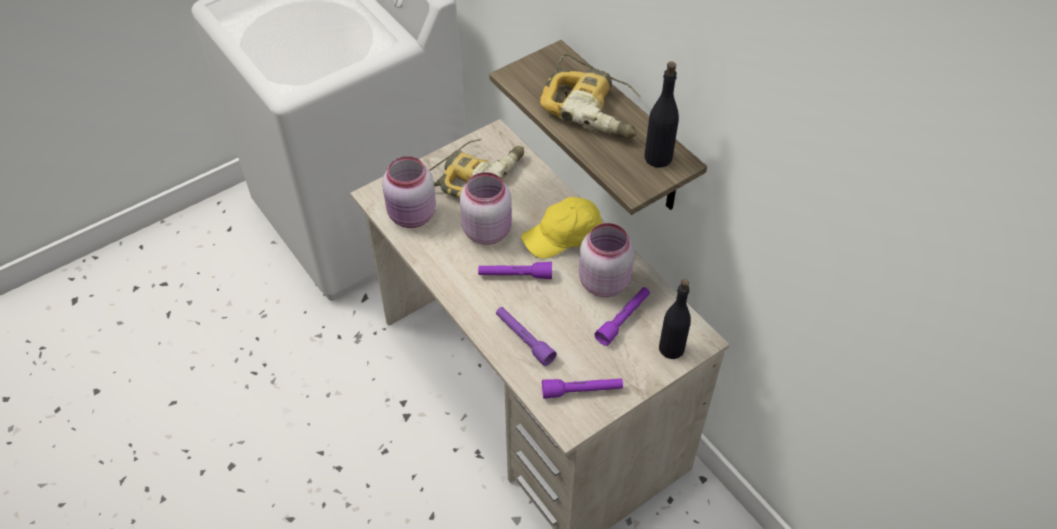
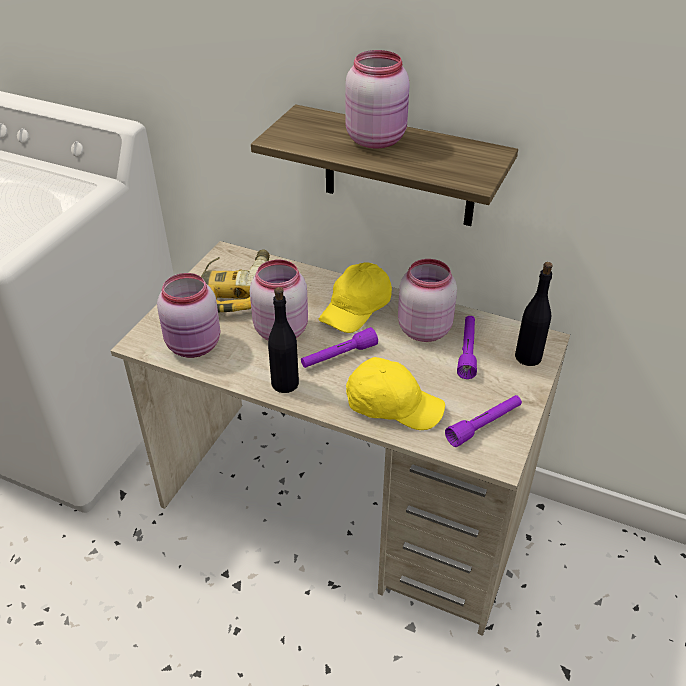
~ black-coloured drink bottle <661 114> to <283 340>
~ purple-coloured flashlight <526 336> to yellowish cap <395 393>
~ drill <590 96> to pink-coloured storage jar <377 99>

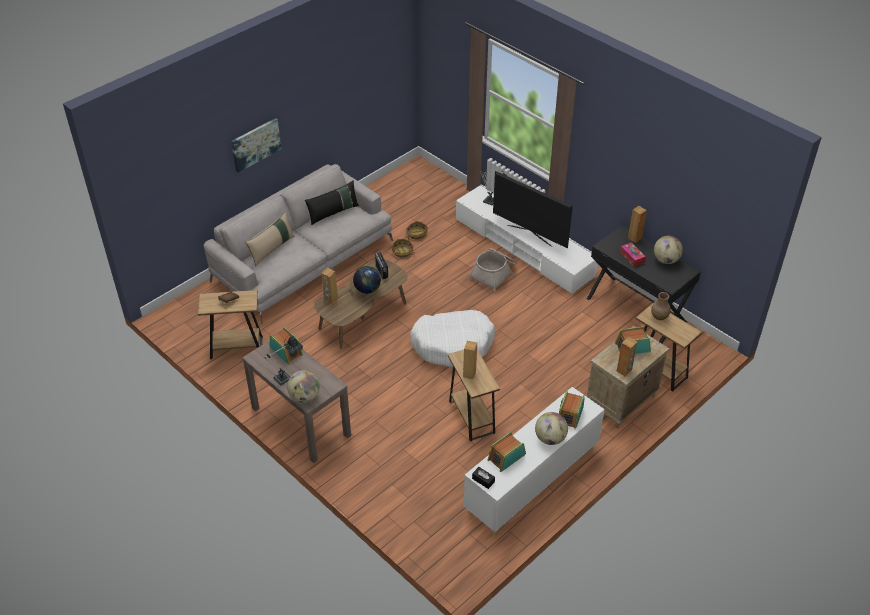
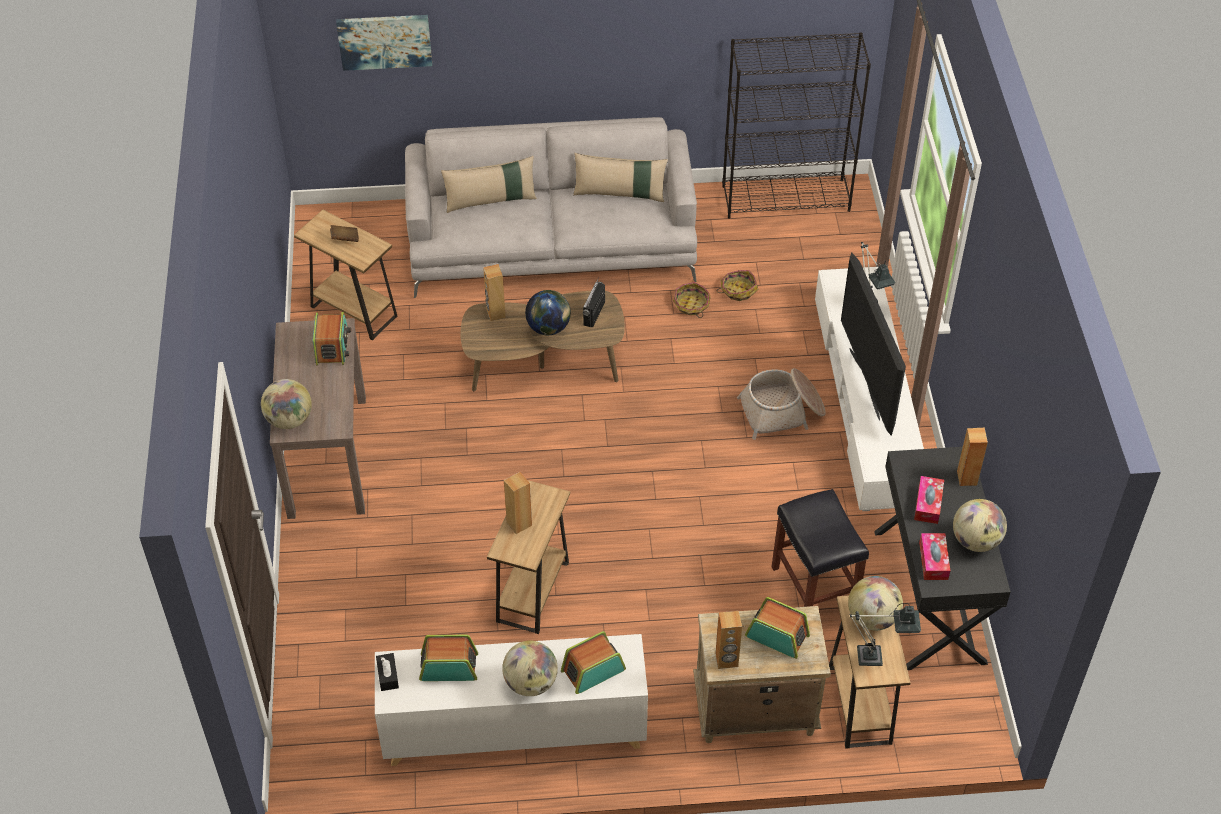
- white dog bed <452 338>
+ black-coloured bookshelf <796 125>
+ black-coloured stool seat <820 548>
+ tissue holder <934 556>
~ picture <256 145> to <384 43>
~ lamp for a table <283 360> to <885 634>
~ brown-coloured vase <661 306> to globe <875 603>
~ black-coloured cushion <332 202> to sand-coloured cushion <620 177>

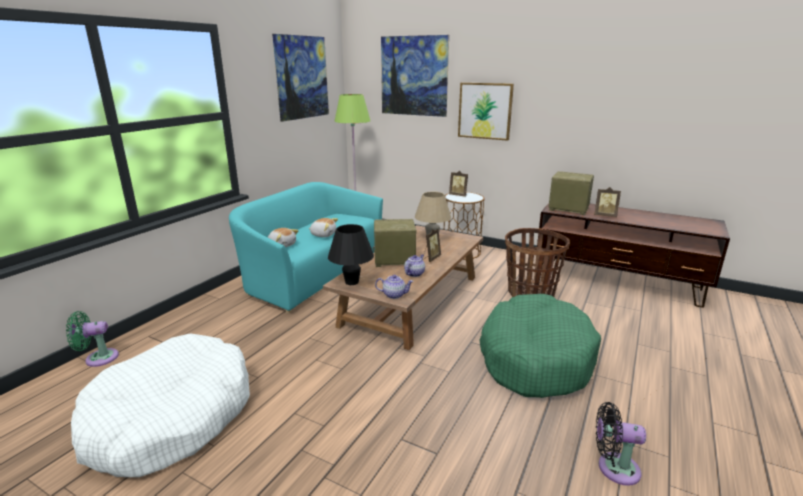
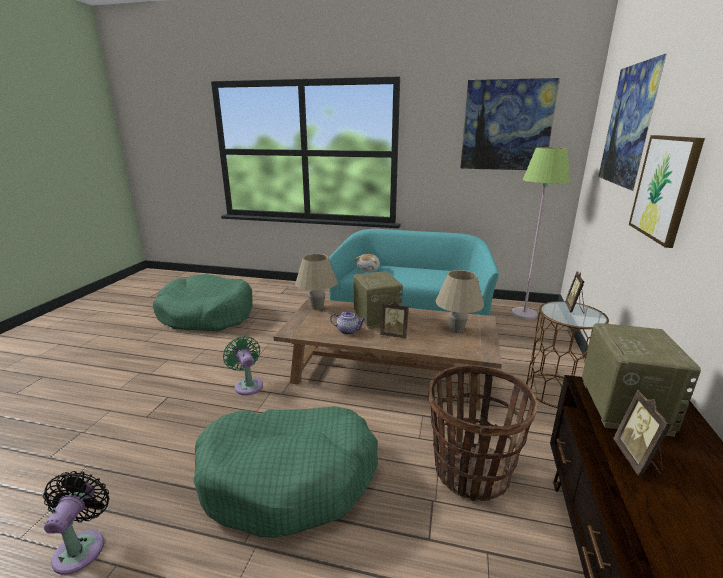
- soft toy <323 227>
- tea pot <394 287>
~ greenish fan <92 339> to <243 365>
~ white dog bed <160 405> to greenish dog bed <203 302>
~ black-coloured lamp for a table <351 254> to sand-coloured lamp for a table <316 282>

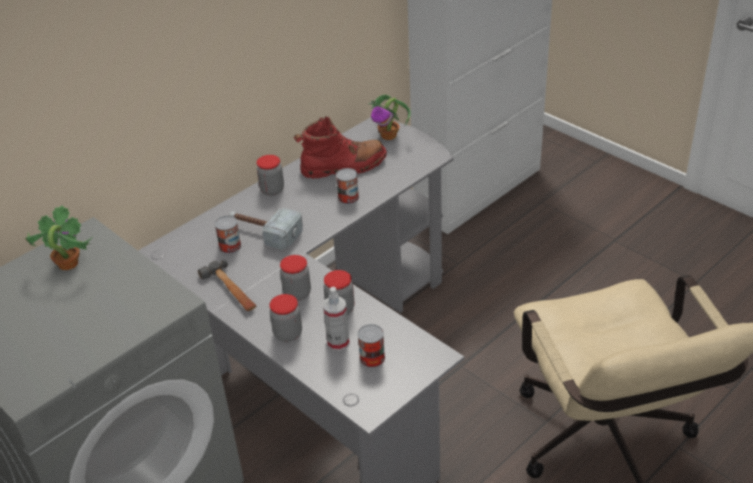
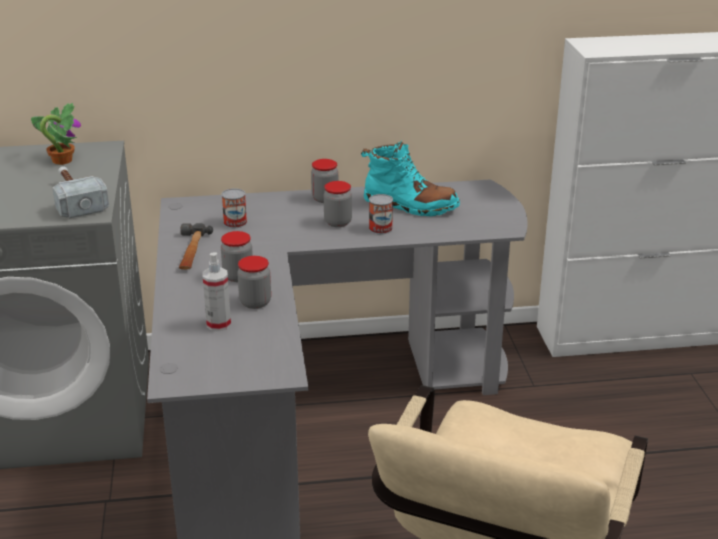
- can <371 346>
- plant in a pot <390 117>
~ tool hammer <266 229> to <81 192>
~ storage jar <286 318> to <338 204>
~ red high-top boot <340 147> to turquoise high-top boot <410 178>

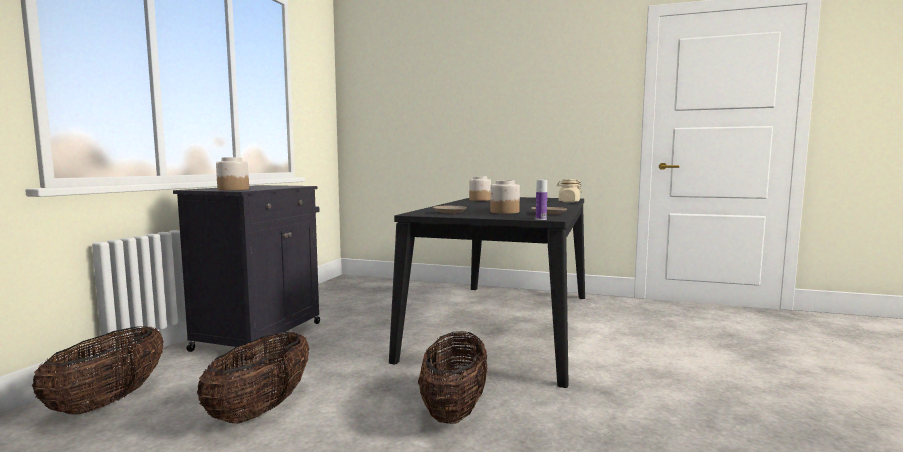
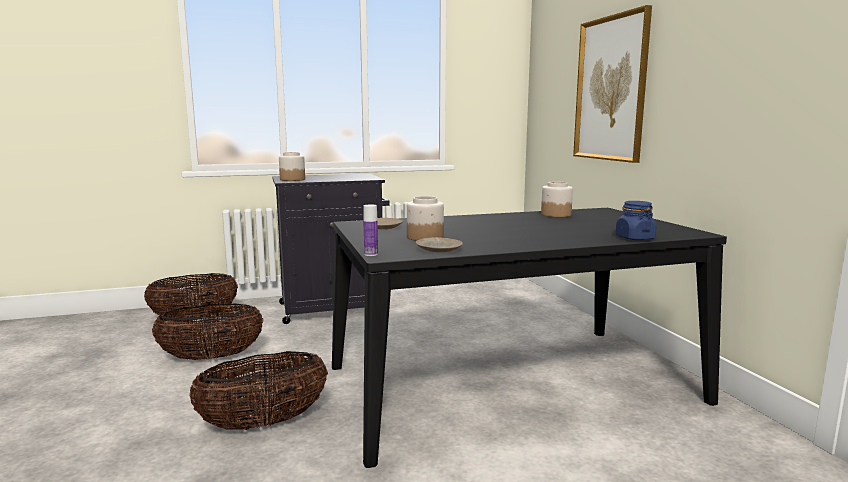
+ picture <612 84>
~ sand-coloured storage jar <569 190> to blue storage jar <636 220>

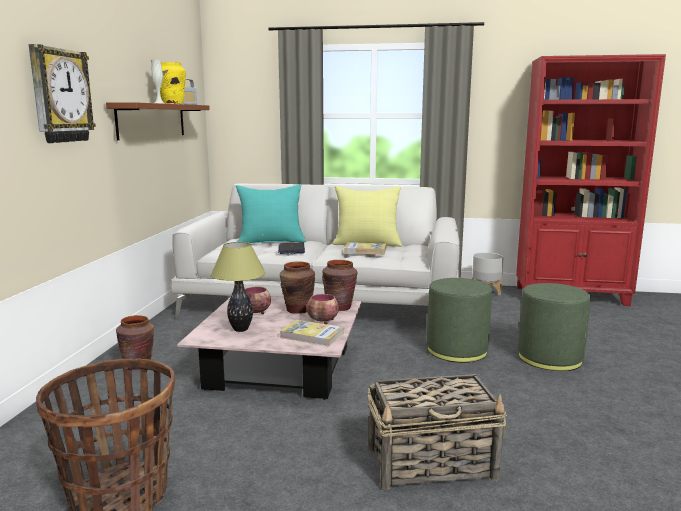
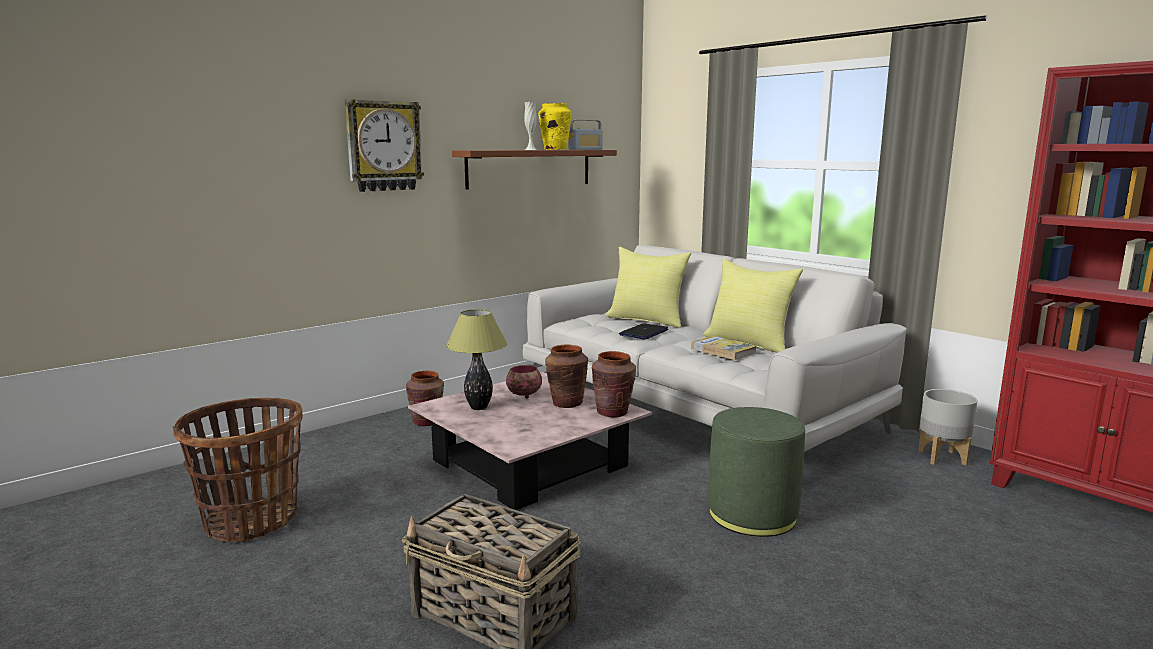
- book <312 333>
- bowl <323 309>
- greenish ottoman <554 327>
~ turquoise cushion <271 213> to yellowish cushion <648 287>

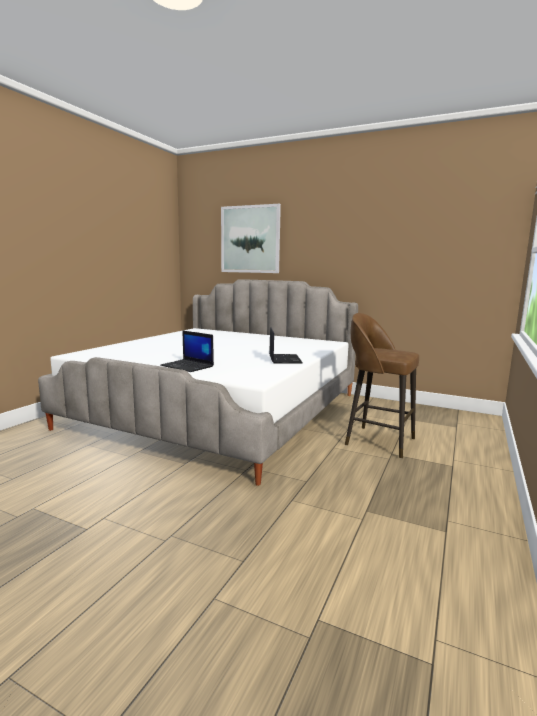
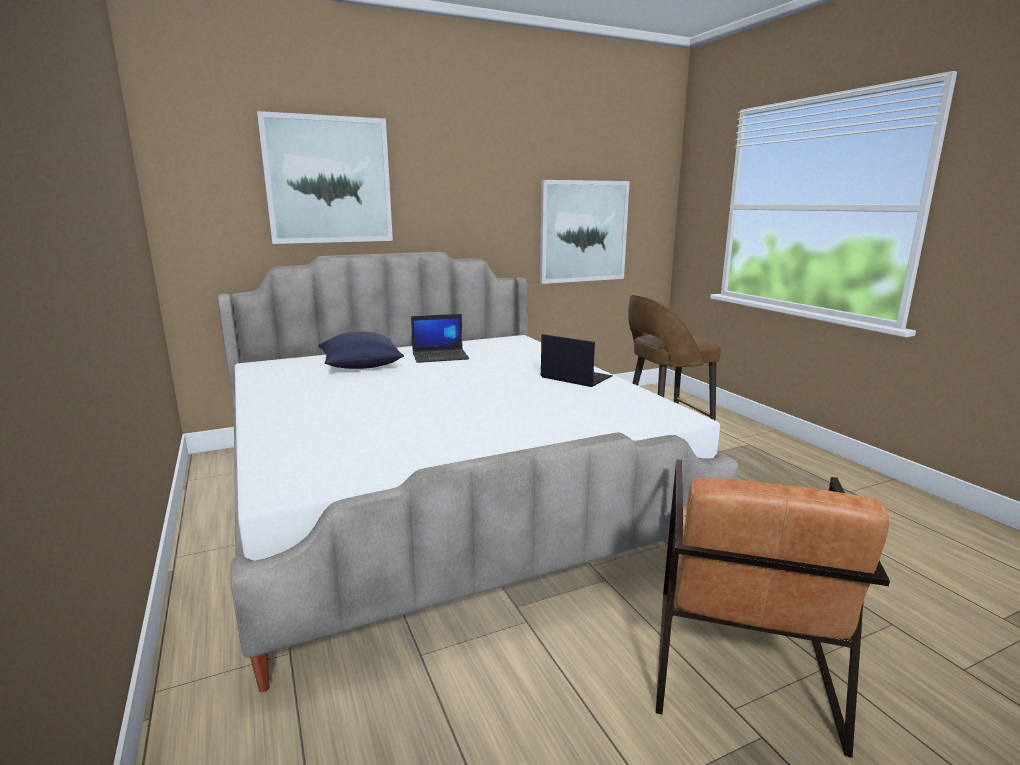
+ blue cushion <361 350>
+ picture <585 232>
+ brown-coloured armchair <773 608>
~ laptop <187 351> to <440 338>

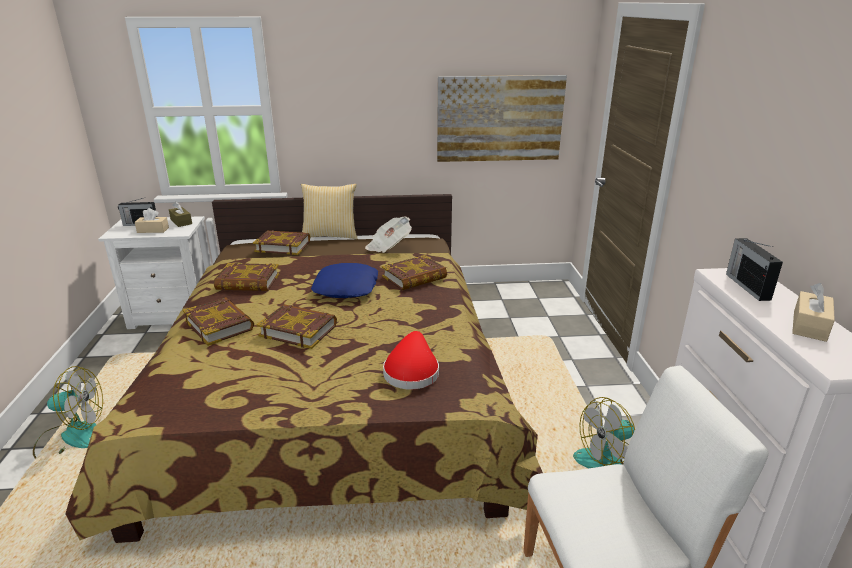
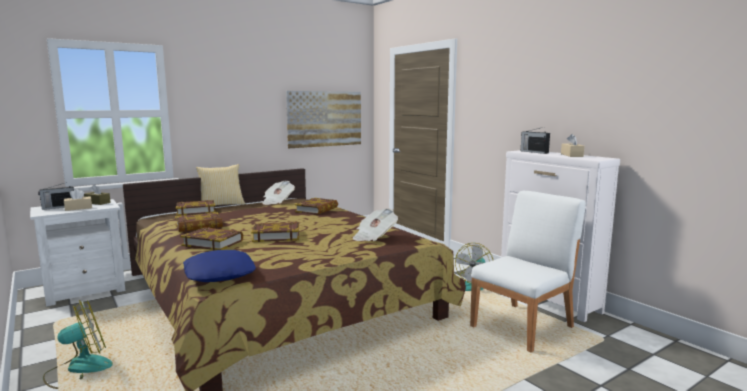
~ blue cushion <344 280> to <219 266>
~ red wearable hat <411 360> to newspaper <375 224>

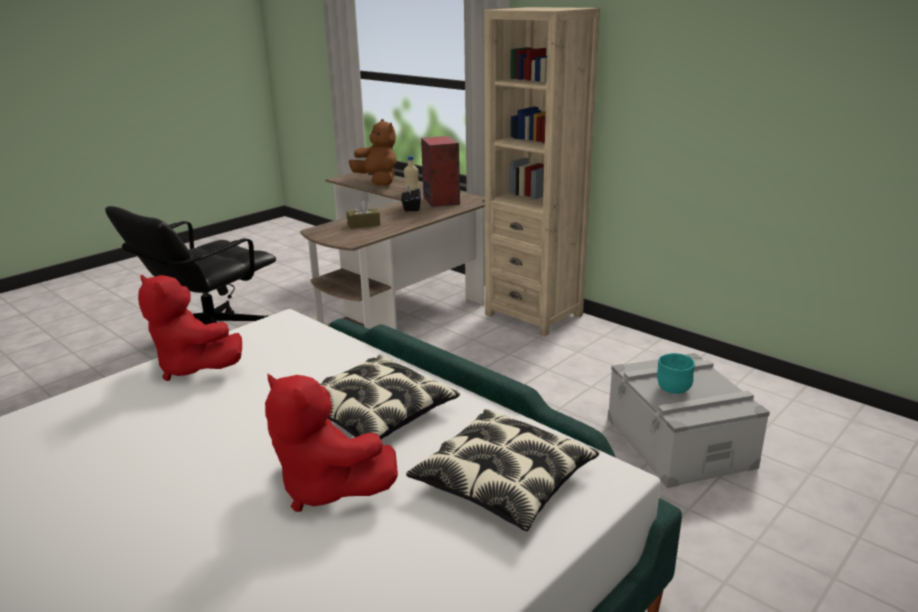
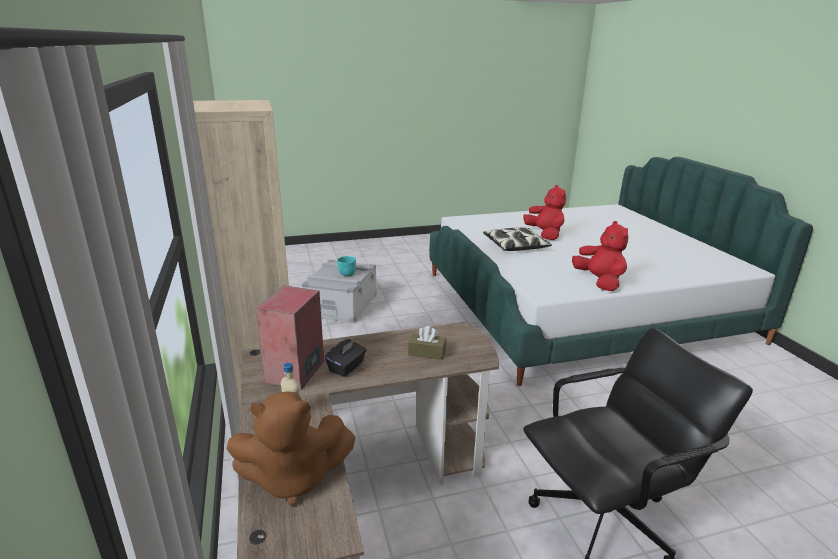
- cushion <502 470>
~ brown-coloured soft toy <372 152> = <290 448> 90 degrees counterclockwise

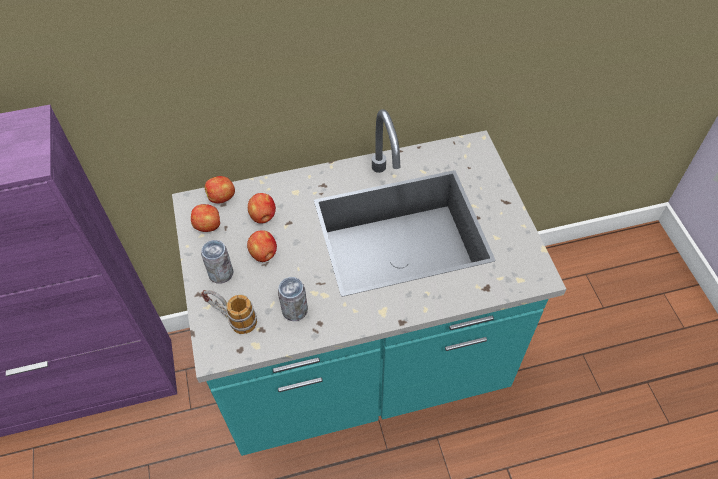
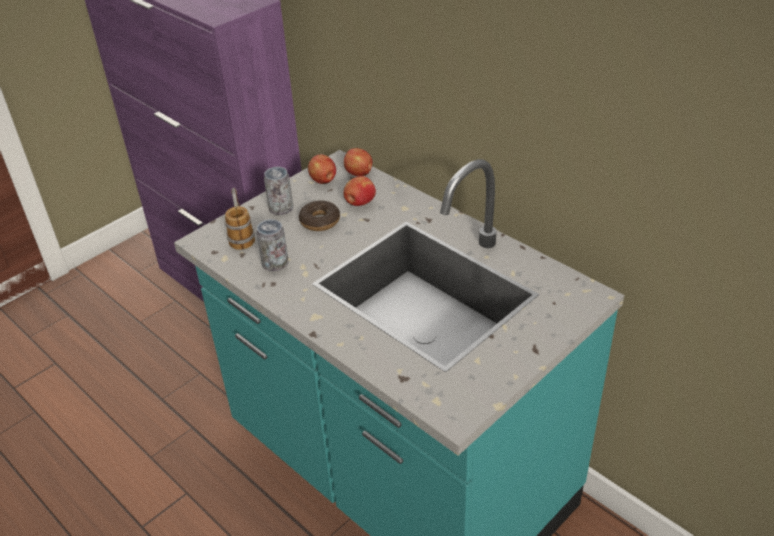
~ whole apple <262 246> to ring doughnut <319 216>

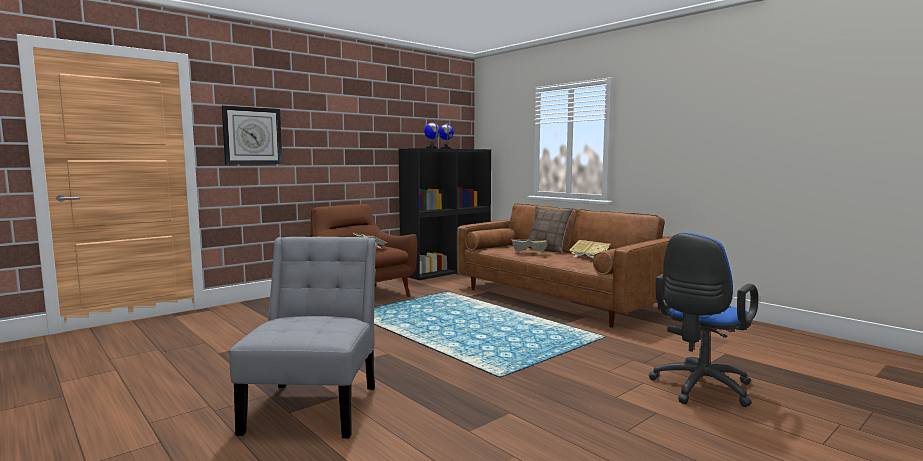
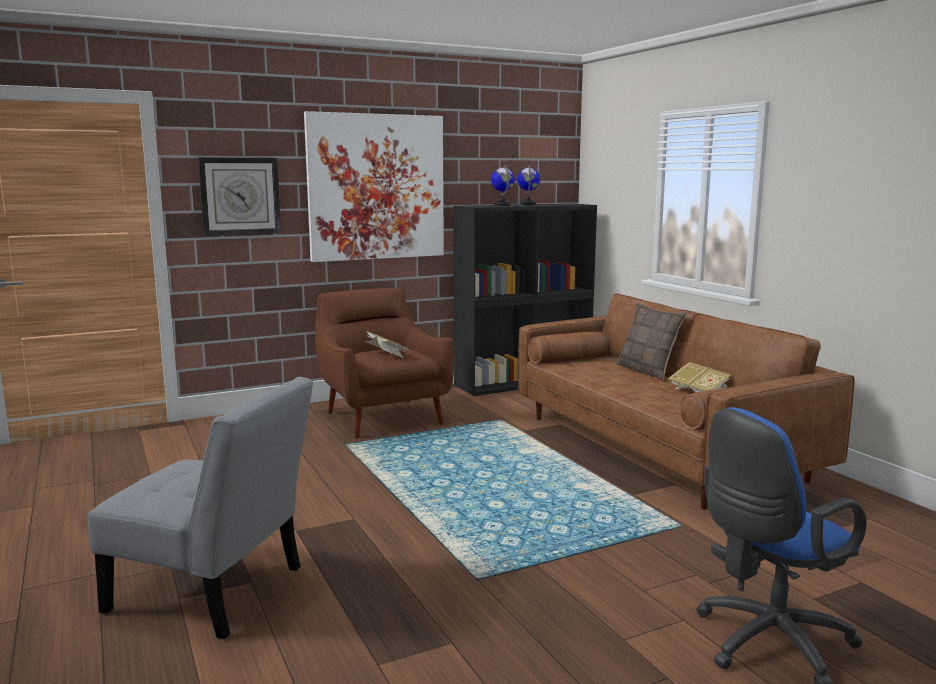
- book <529 246>
+ picture <374 186>
~ grey chair <302 337> = <201 508> 90 degrees clockwise

